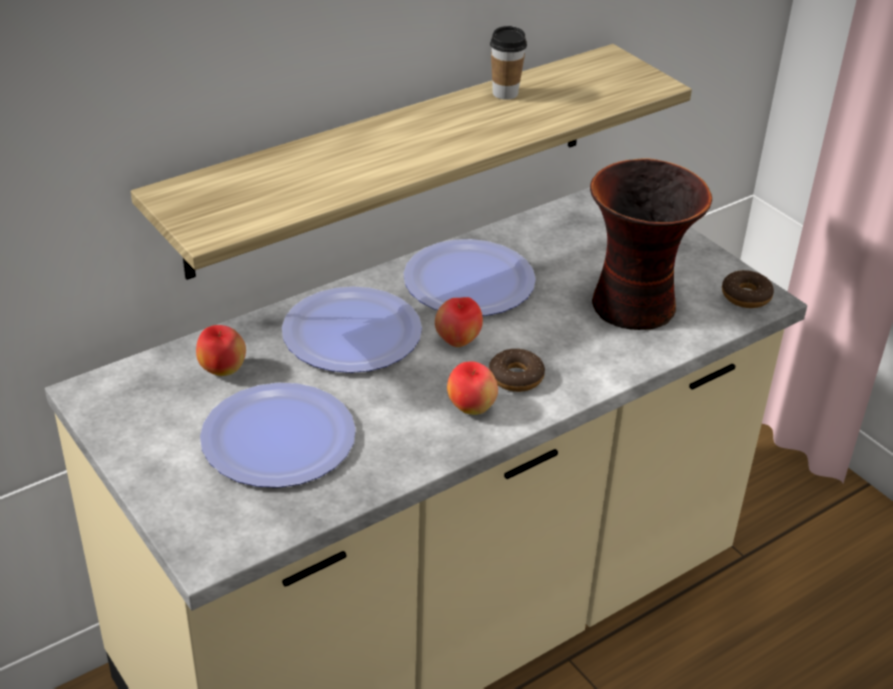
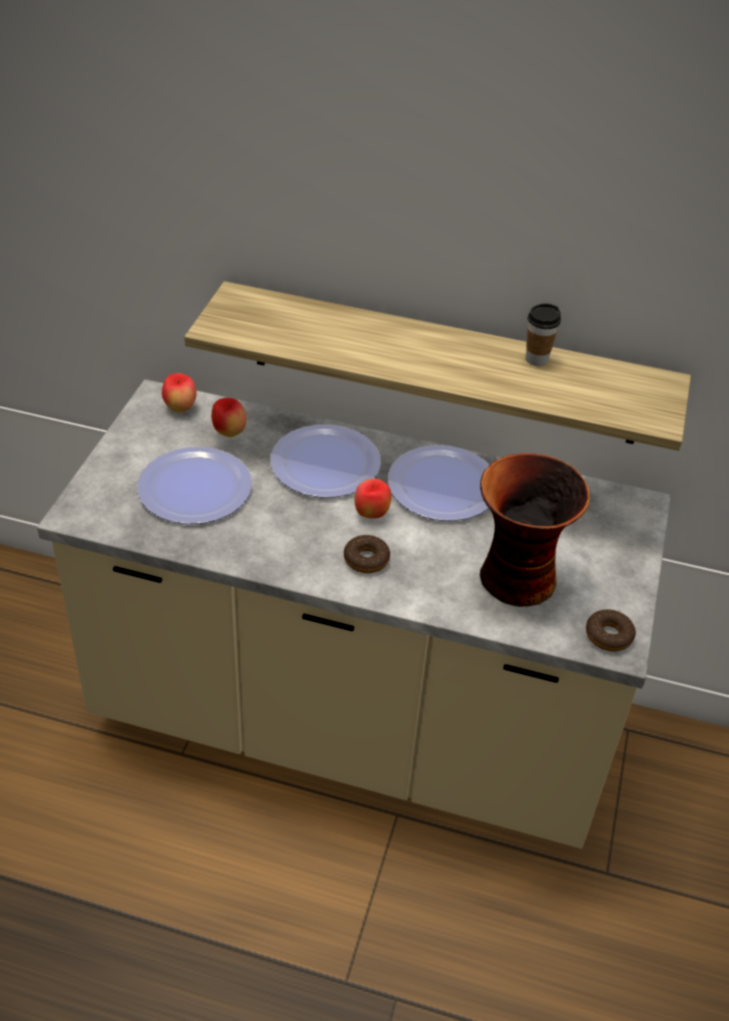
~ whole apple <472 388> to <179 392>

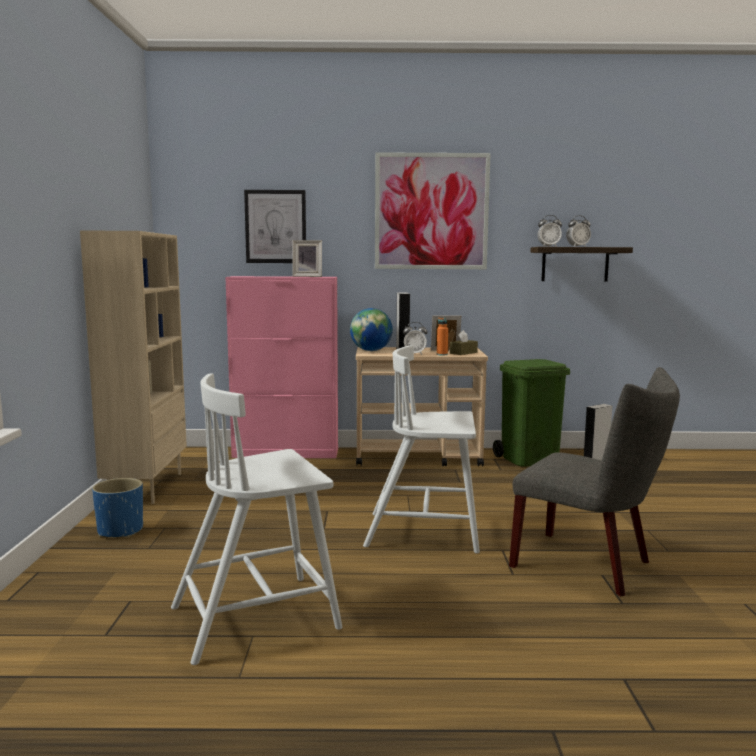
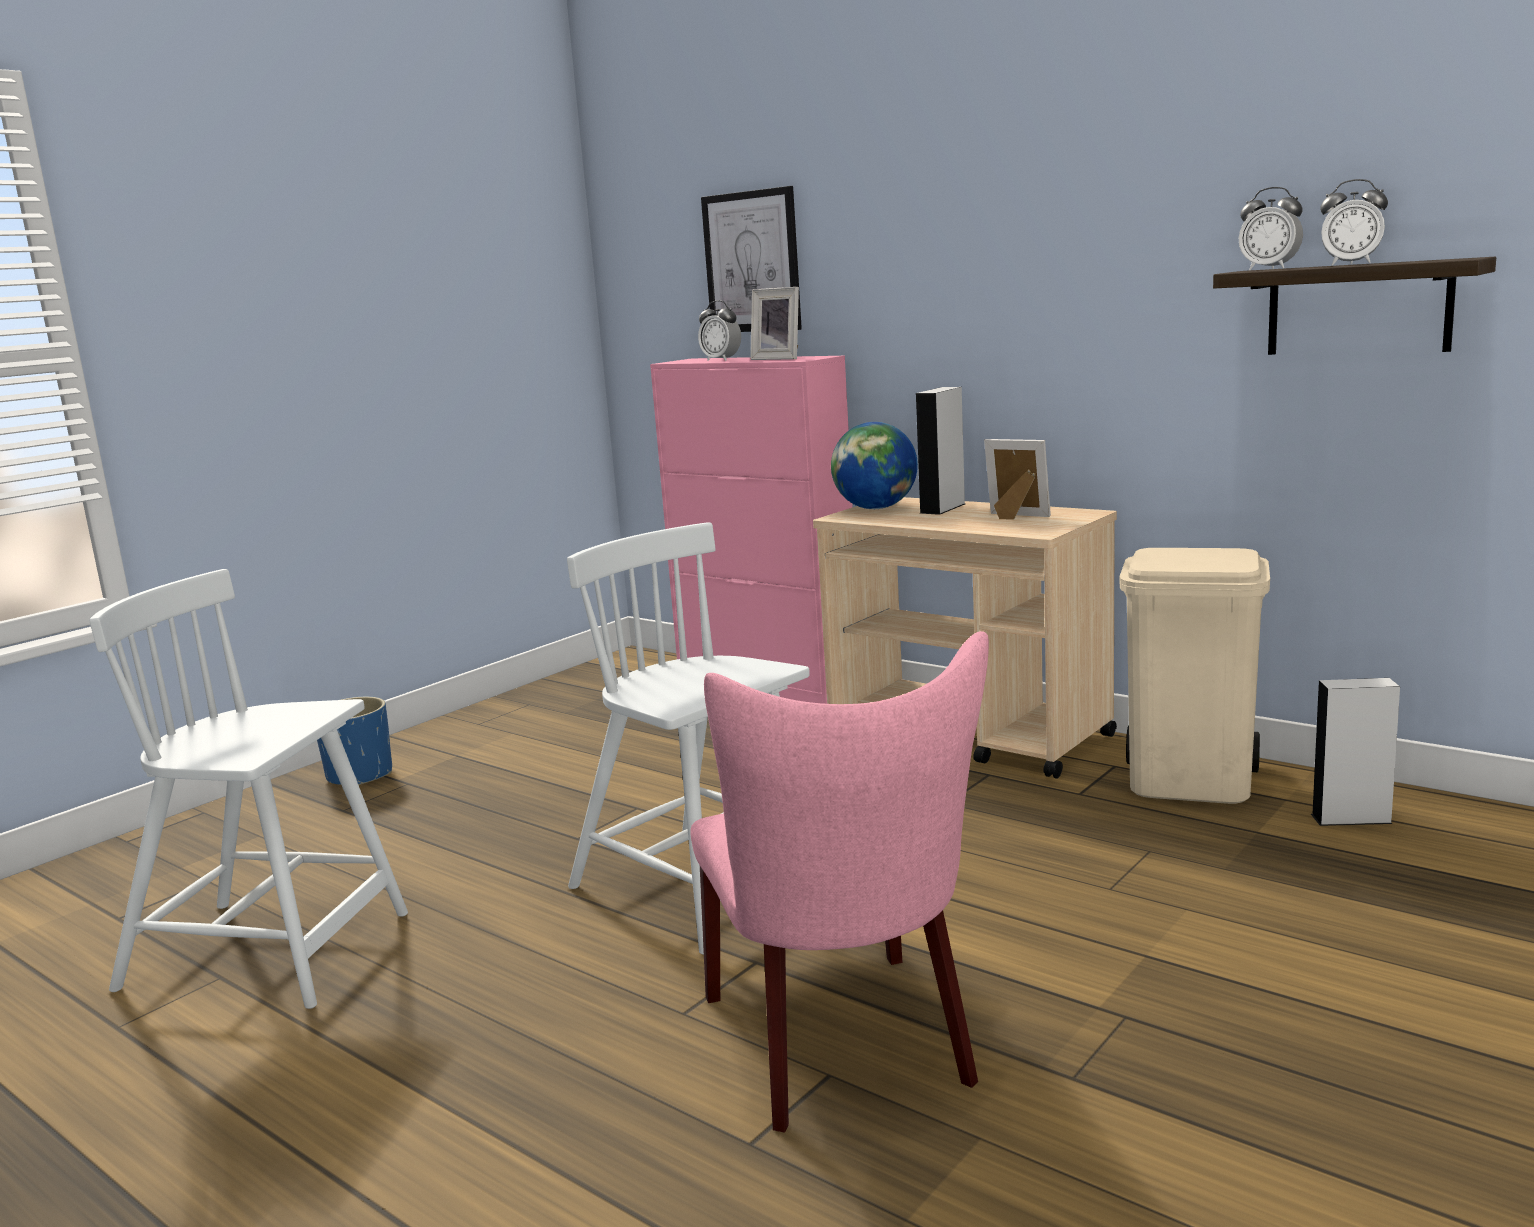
- sand-coloured bookshelf <133 367>
- picture <433 210>
- orange drink bottle <442 337>
- brown-coloured tissue holder <464 342>
~ table clock <415 338> to <719 330>
~ greenish rubbish bin <531 413> to sand-coloured rubbish bin <1194 676>
~ grey chair <594 481> to pink-coloured chair <839 882>

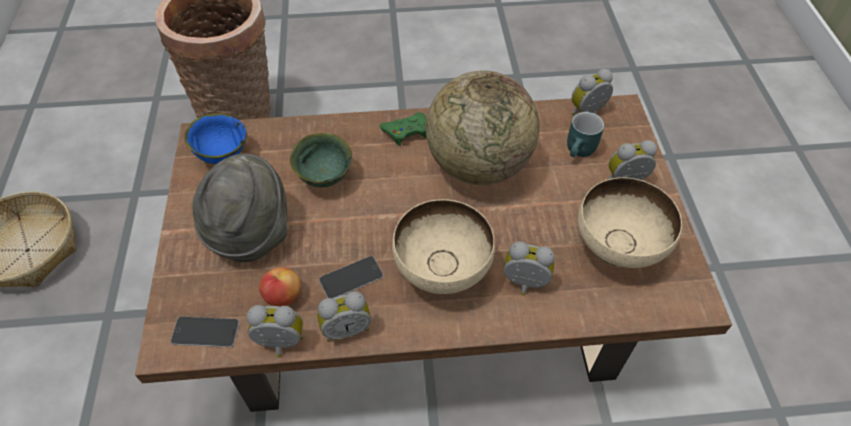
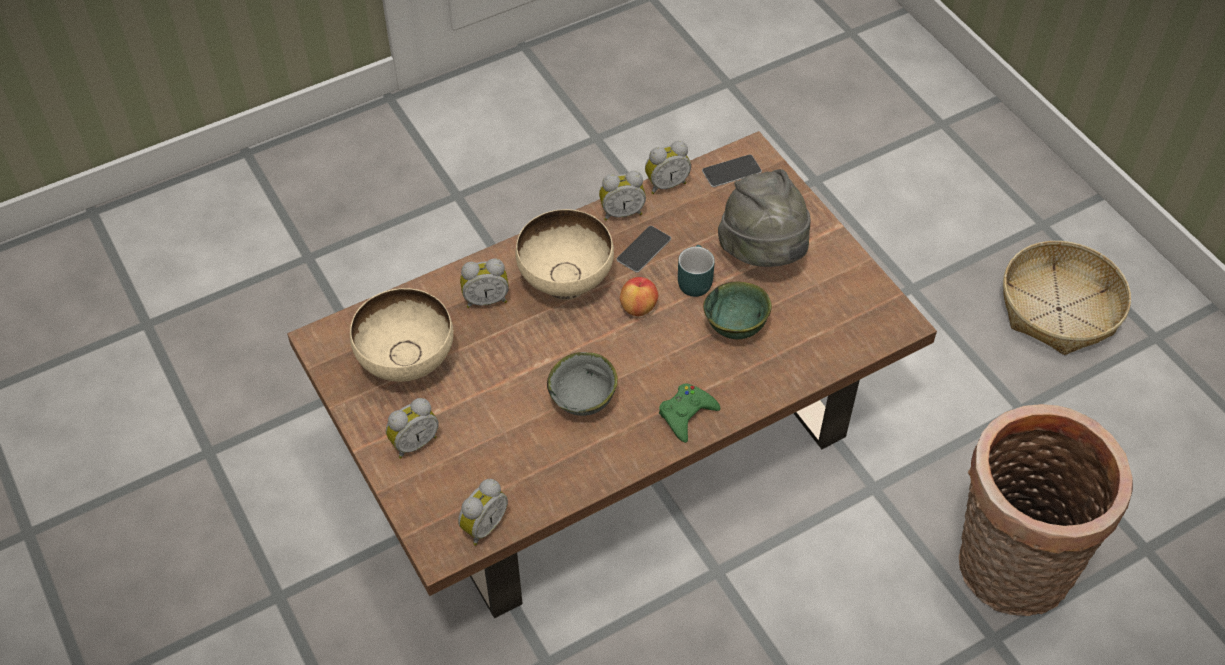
- blue bowl <215 138>
~ whole apple <280 286> to <639 296>
~ turquoise mug <585 134> to <696 271>
~ globe <482 127> to grey bowl <582 384>
~ table clock <344 316> = <622 196> 150 degrees counterclockwise

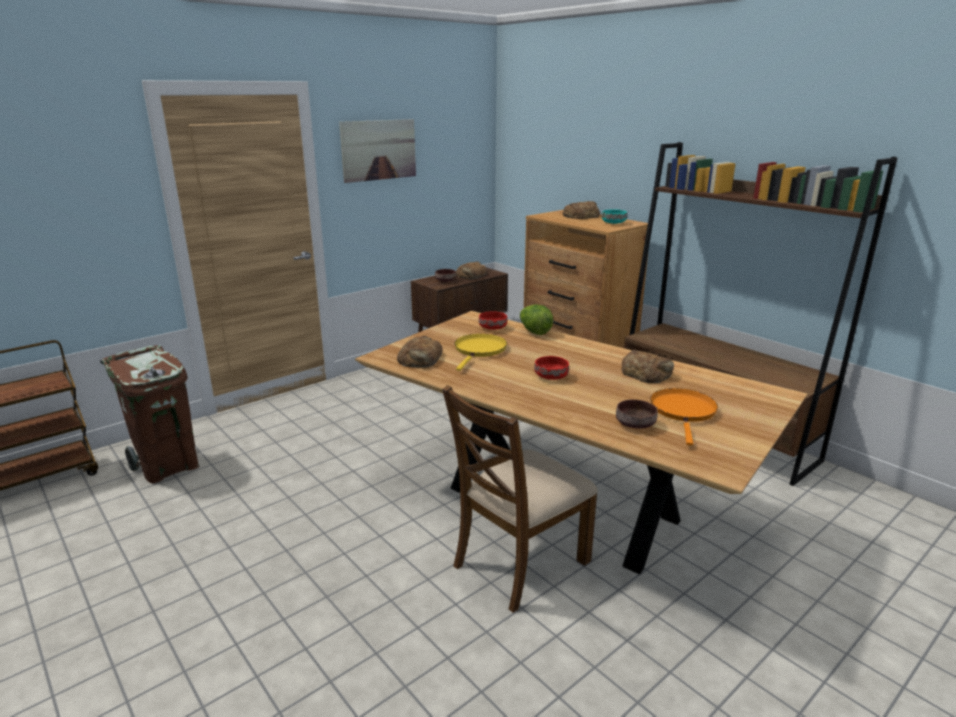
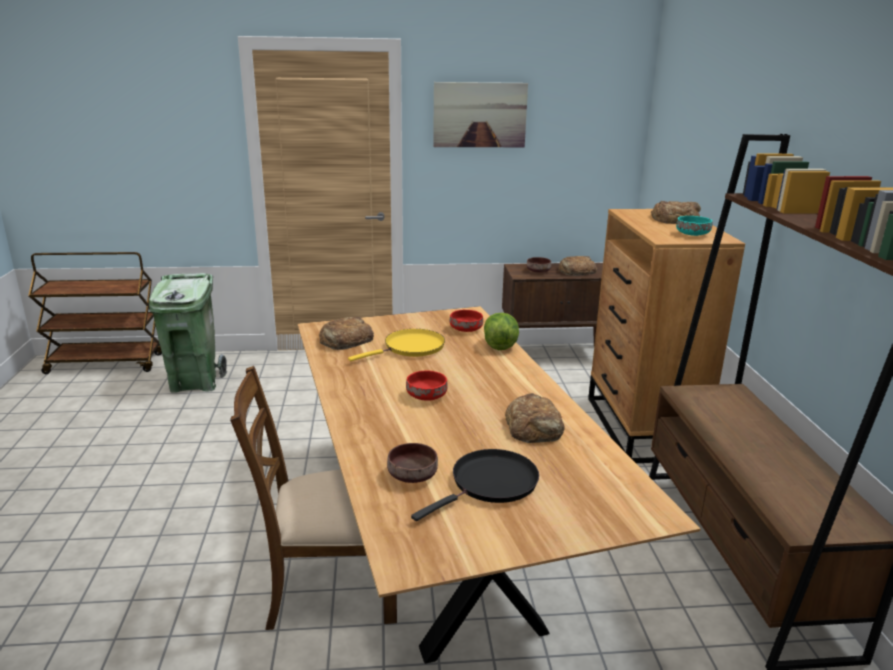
~ brown-coloured rubbish bin <149 414> to greenish rubbish bin <188 333>
~ orange pan <684 417> to black-coloured pan <475 485>

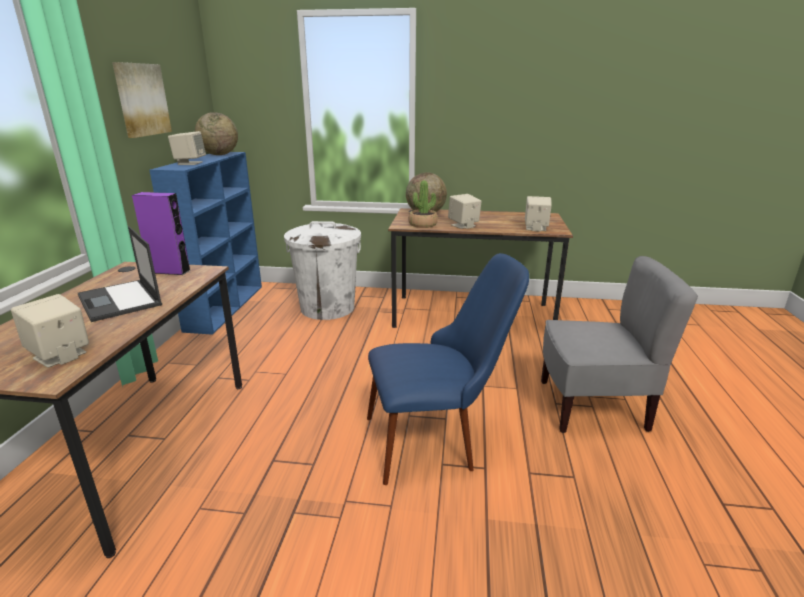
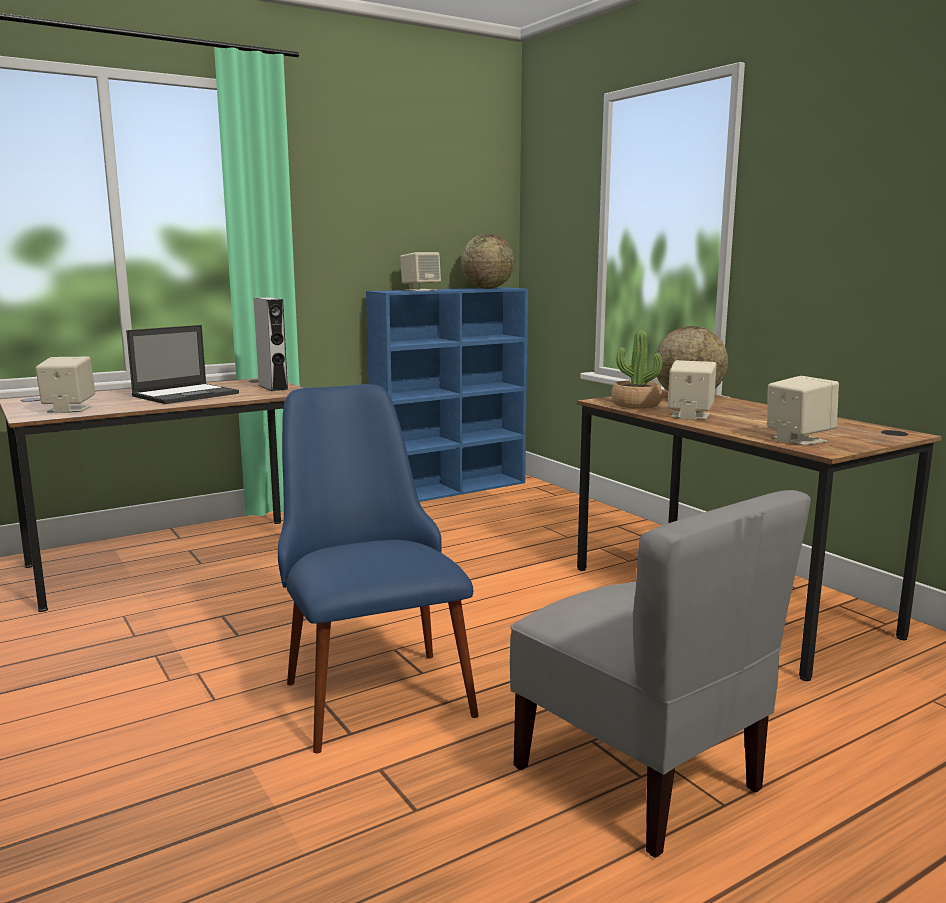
- picture <142 100>
- white rubbish bin <322 270>
~ purple-coloured loudspeaker <161 233> to grey loudspeaker <270 344>
~ laptop <120 274> = <182 364> 150 degrees counterclockwise
~ blue chair <448 369> = <378 569> 150 degrees counterclockwise

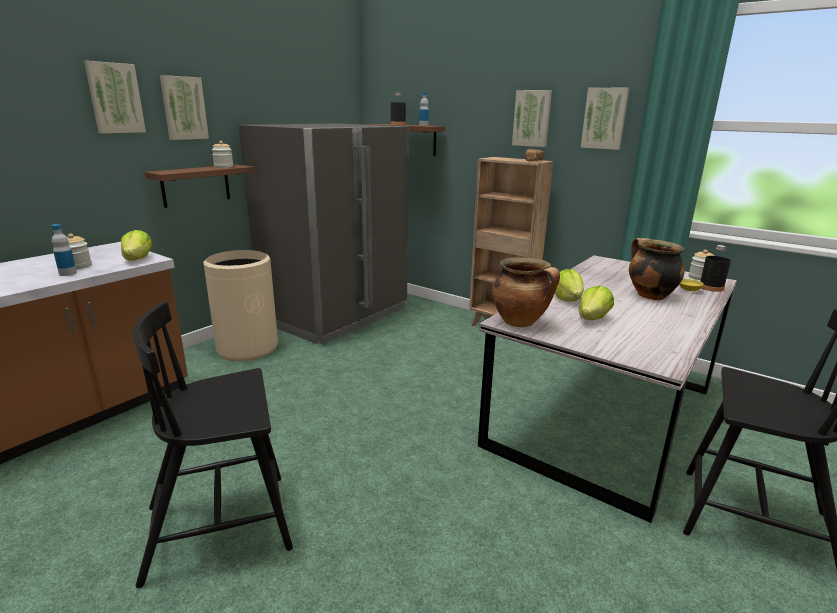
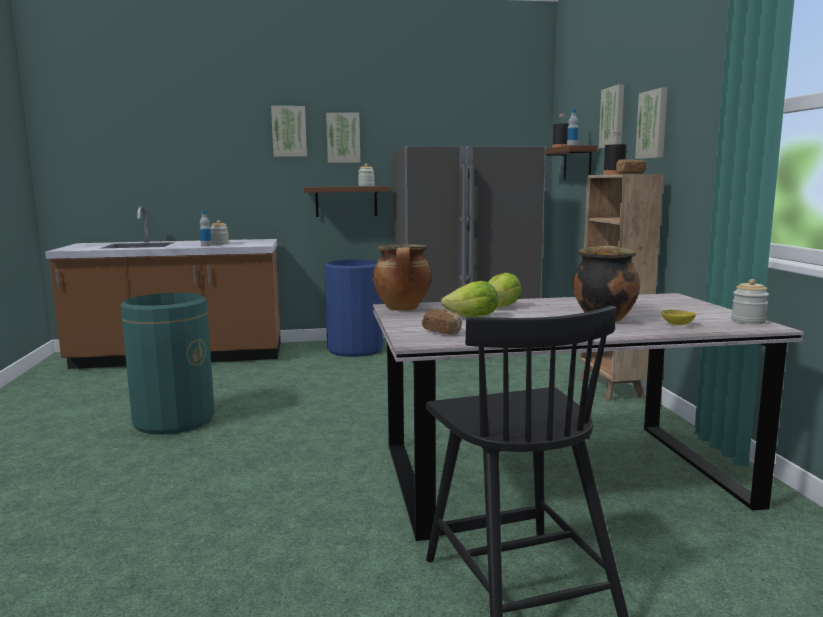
- lettuce head <137 245>
+ bakery bread <442 322>
~ picture <605 118> to <611 116>
~ black-coloured drink bottle <715 268> to <615 153>
~ black-coloured chair <212 445> to greenish rubbish bin <167 363>
~ sand-coloured rubbish bin <240 305> to blue rubbish bin <353 308>

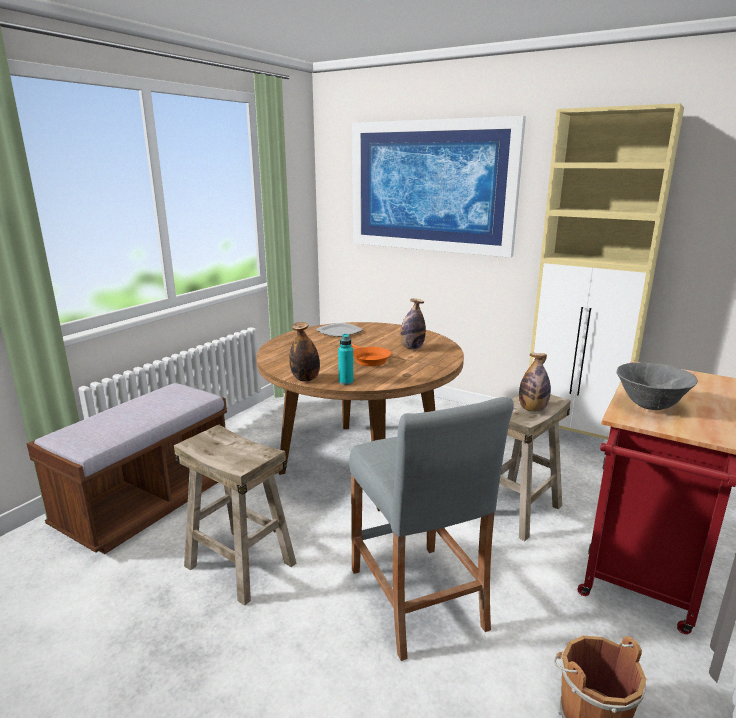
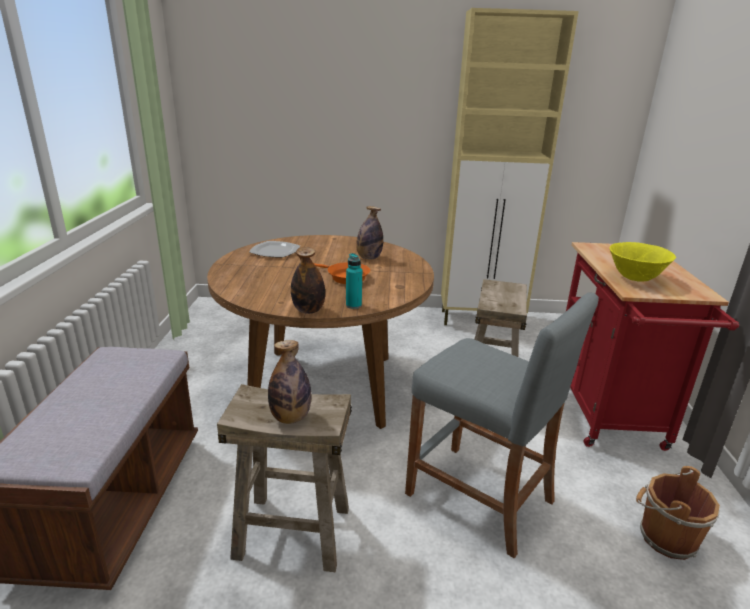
- picture <439 187>
~ drink bottle <535 382> to <289 382>
~ grey bowl <657 386> to yellowish bowl <643 262>

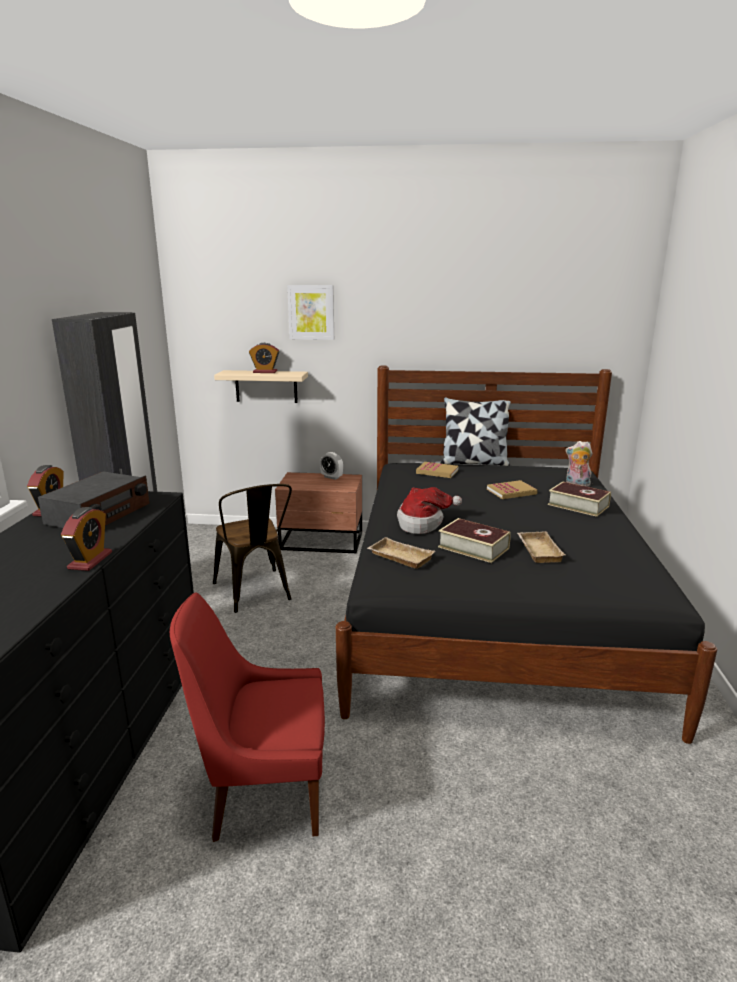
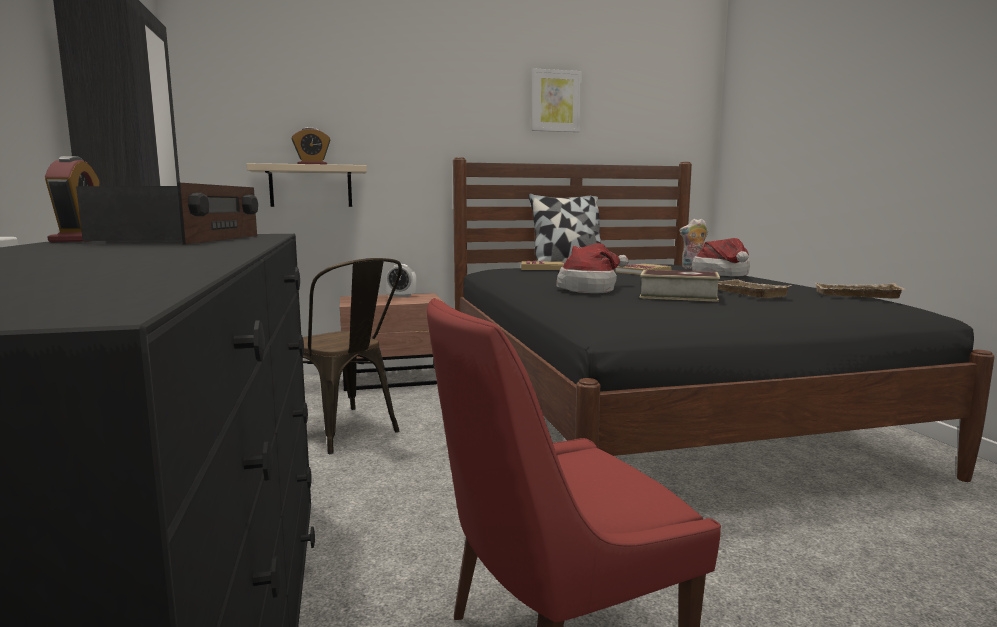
- table clock <86 539>
~ picture <310 312> to <556 100>
~ sand-coloured carrying tray <401 553> to <860 291>
~ book <579 499> to wearable hat <721 257>

